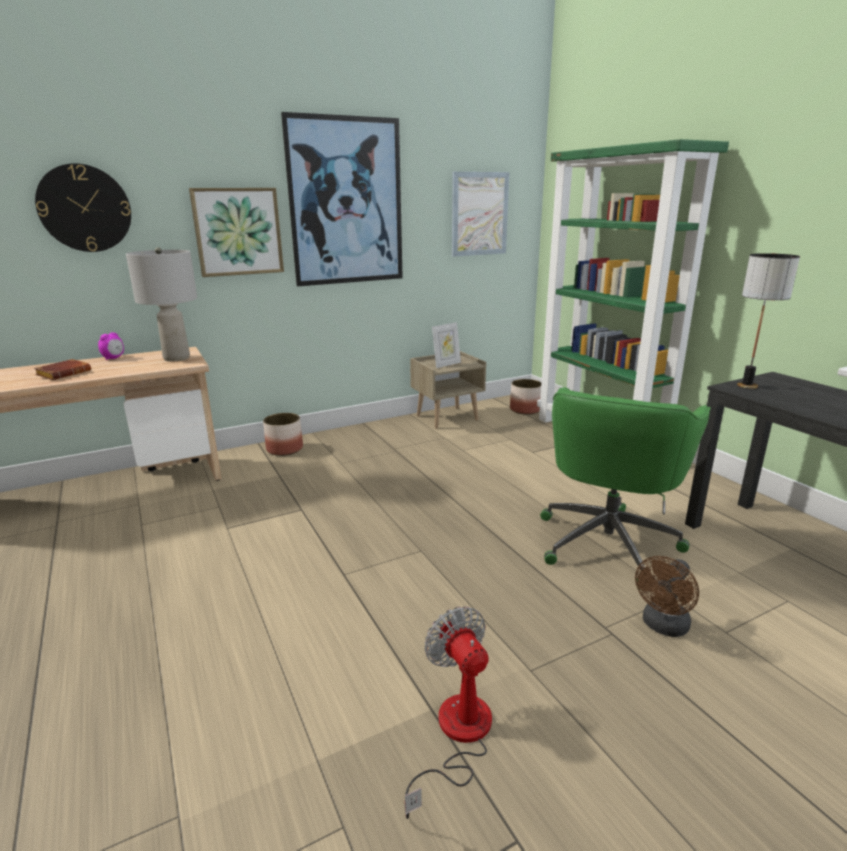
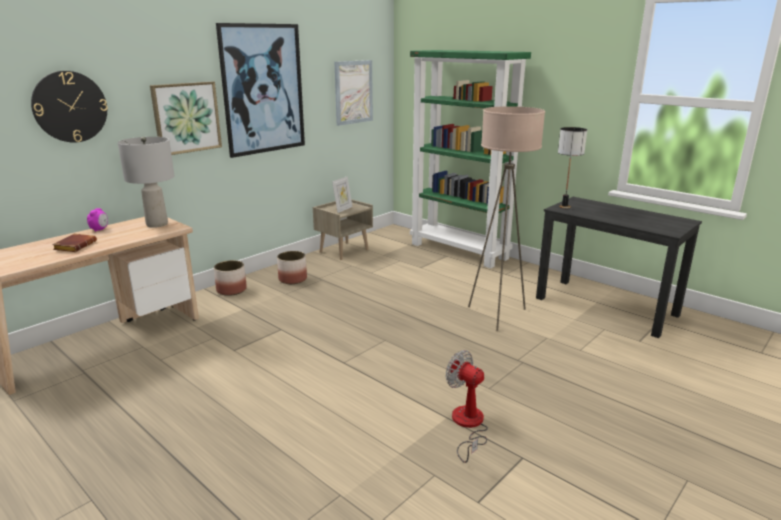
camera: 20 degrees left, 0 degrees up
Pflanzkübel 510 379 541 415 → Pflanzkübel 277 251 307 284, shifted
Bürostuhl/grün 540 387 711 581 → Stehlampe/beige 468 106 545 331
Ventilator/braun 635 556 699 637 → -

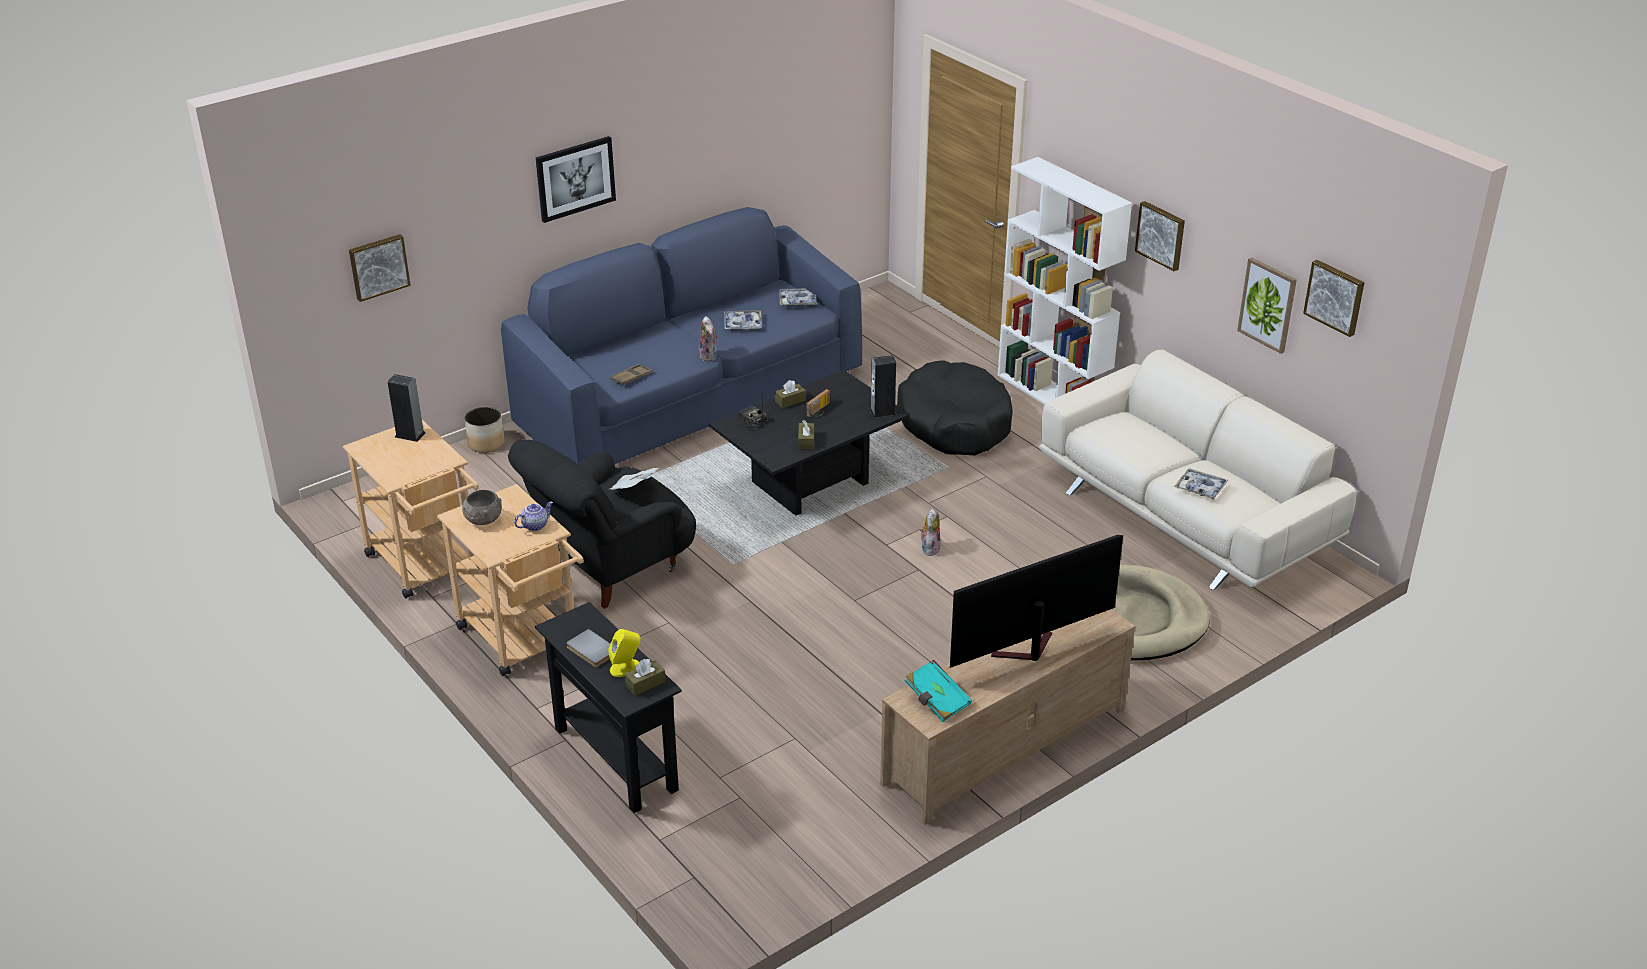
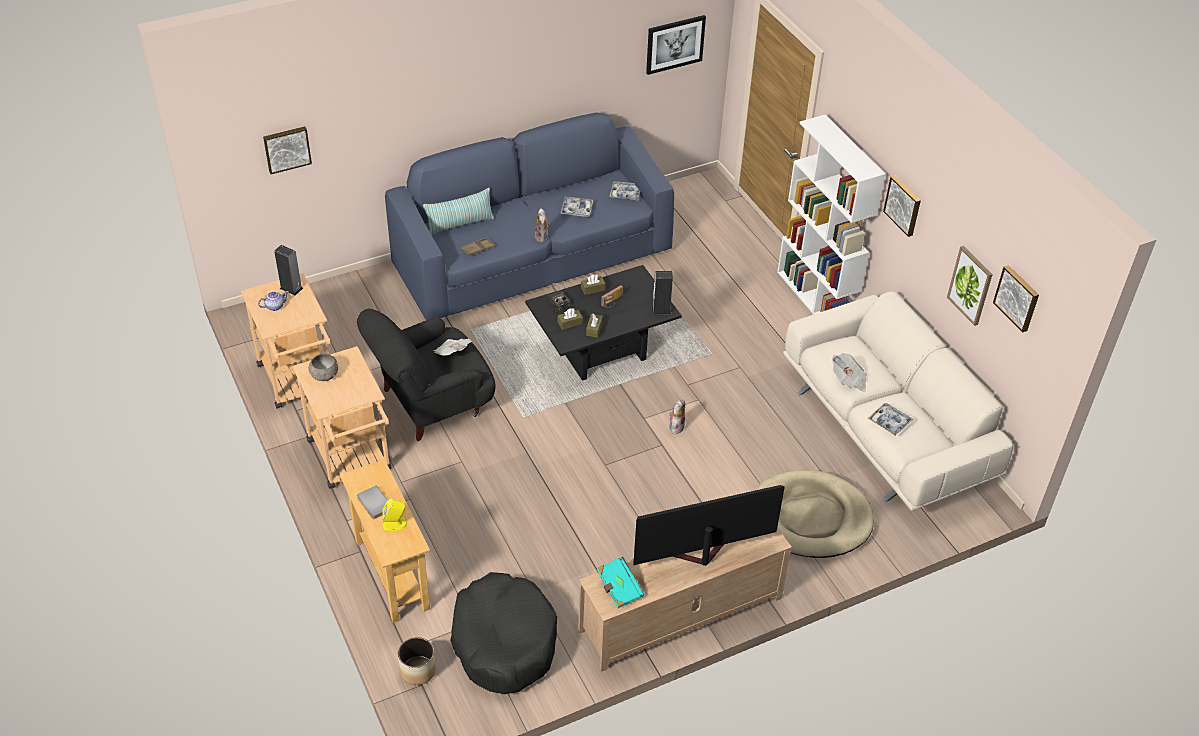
camera: 10 degrees right, 10 degrees up
Teekanne 514 501 553 531 → Teekanne 258 291 289 311, shifted
Konsolentisch/schwarz 535 602 682 813 → Konsolentisch/beige 340 460 430 623
Pflanzkübel 465 407 504 453 → Pflanzkübel 398 637 436 685, shifted
- → Kissen 423 188 494 235
Hundebett/schwarz 897 360 1013 455 → Hundebett/schwarz 450 572 557 694, shifted
Taschentuchbox/braun 624 659 666 695 → Taschentuchbox/braun 558 308 583 330, shifted
Bild 536 136 616 223 → Bild 646 15 706 75, shifted
- → Zeitung 832 353 867 392

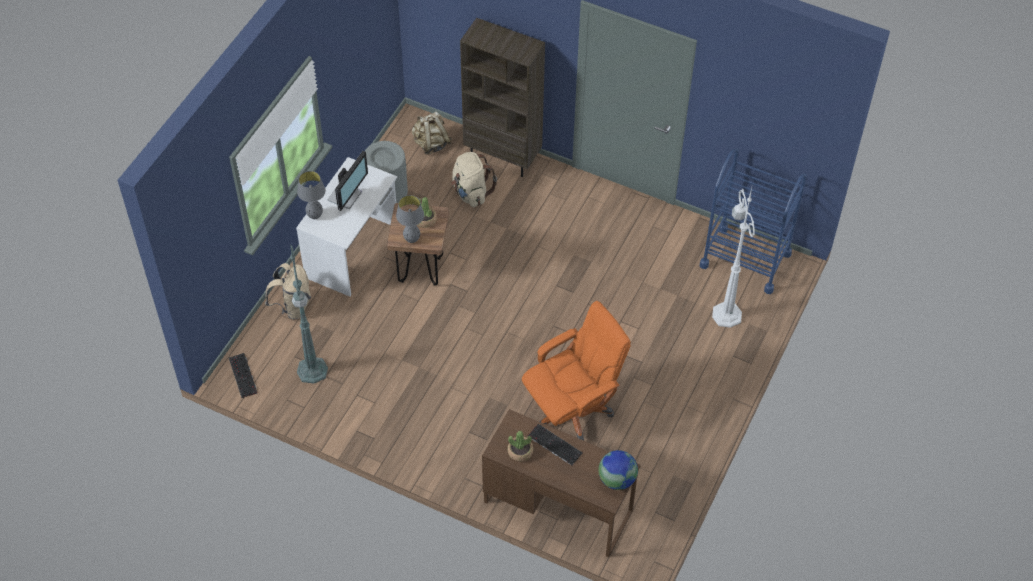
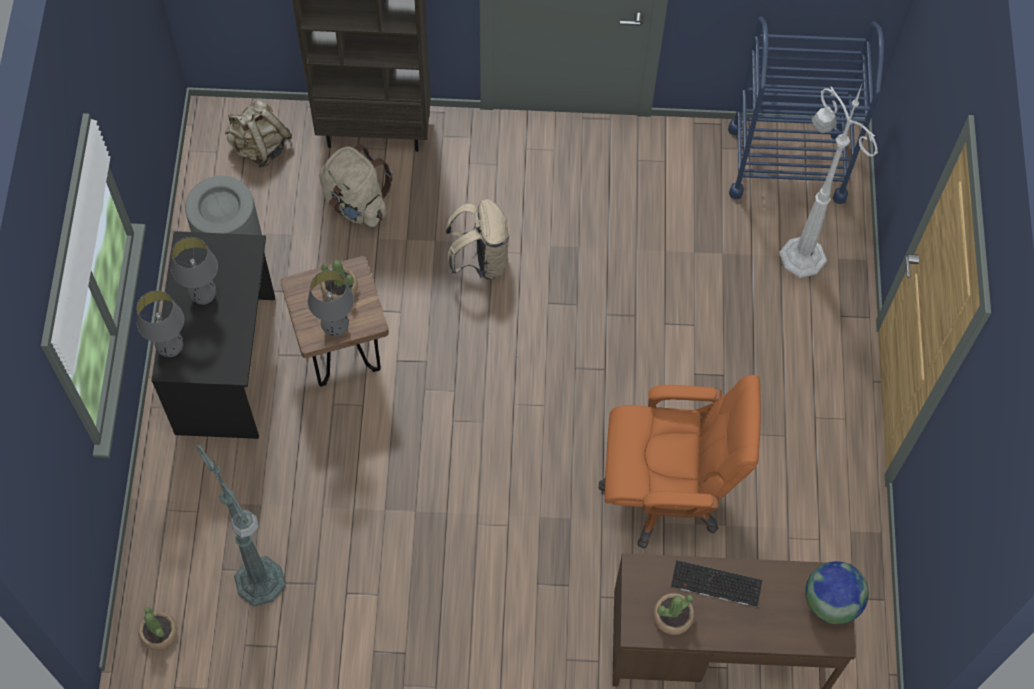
camera: 25 degrees left, 10 degrees up
Tastatur 229 353 257 398 → Topfpflanze 139 607 177 650
Schreibtisch/weiß 296 157 397 296 → Schreibtisch/schwarz 152 231 275 439
Monitor 328 151 368 211 → Tischlampe/grau 171 237 218 305
Rucksack/beige 265 263 311 319 → Rucksack/beige 445 199 509 280, shifted
Bürostuhl/orange 522 301 631 441 → Bürostuhl/orange 599 375 761 548, 60 degrees clockwise

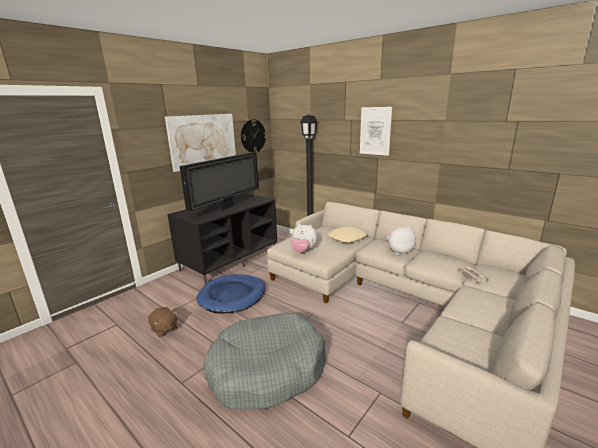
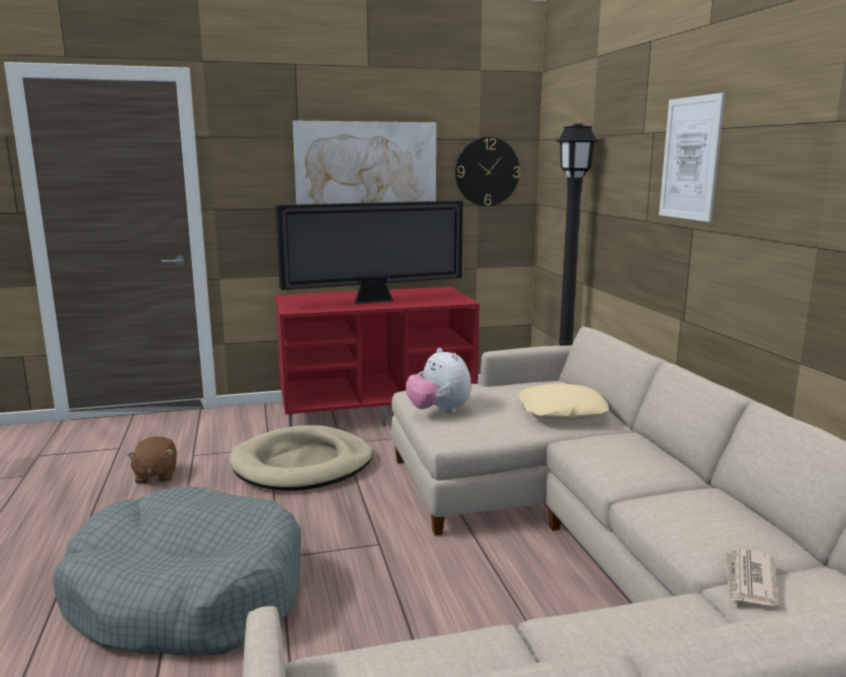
camera: 35 degrees right, 5 degrees down
Hundebett/blau 197 274 265 313 → Hundebett/beige 229 425 373 491
Fernsehschrank/schwarz 167 193 277 285 → Fernsehschrank/rot 275 287 479 427
Plüschtier 385 226 416 255 → -

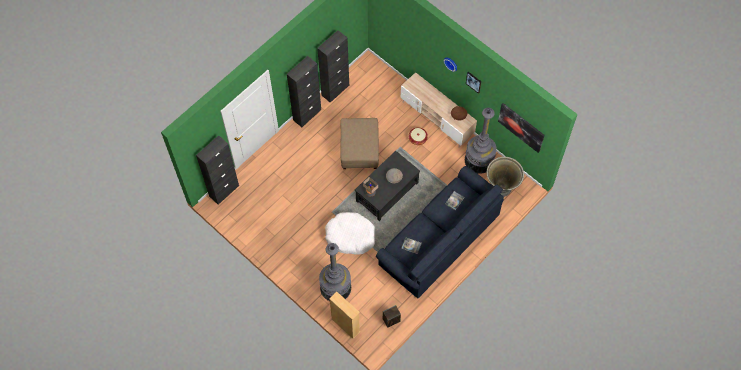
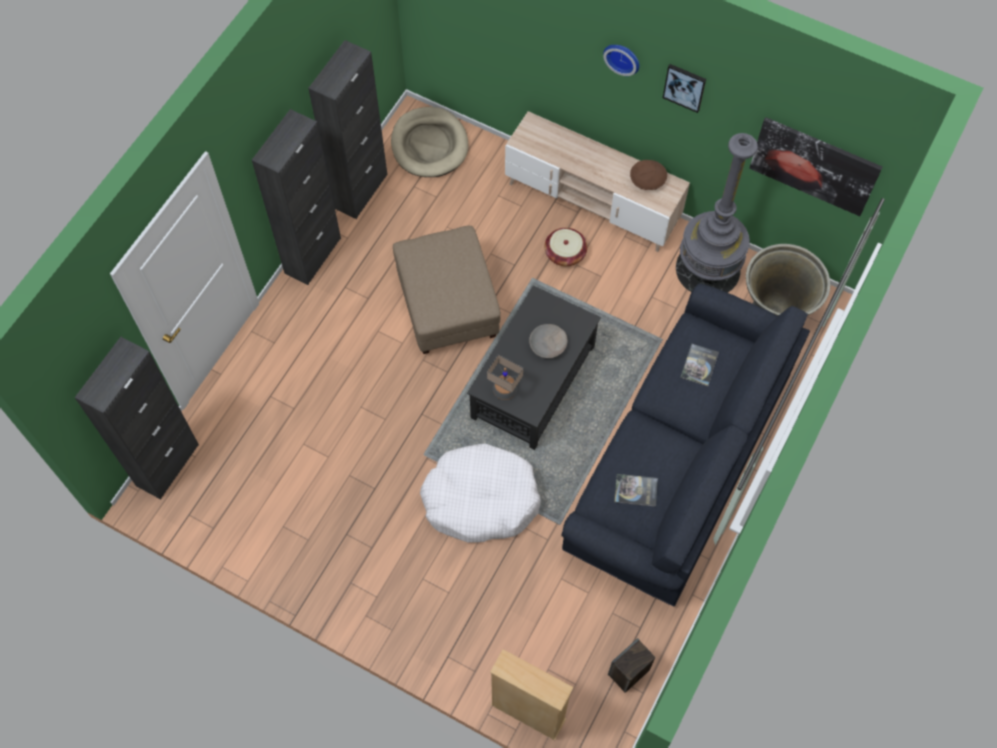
camera: 15 degrees left, 0 degrees up
- → Hundebett/beige 391 107 468 177
Stehlampe/grau 319 243 351 301 → -

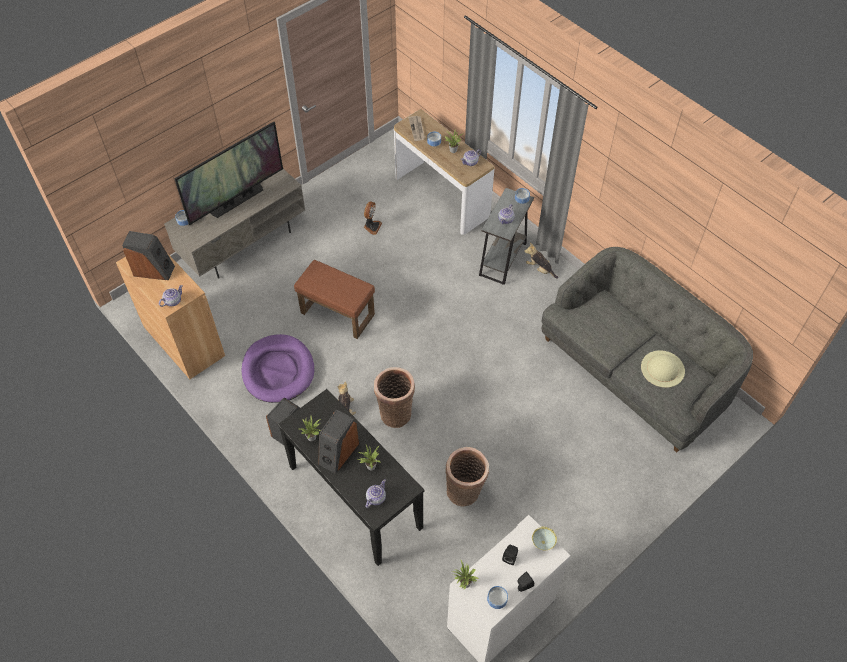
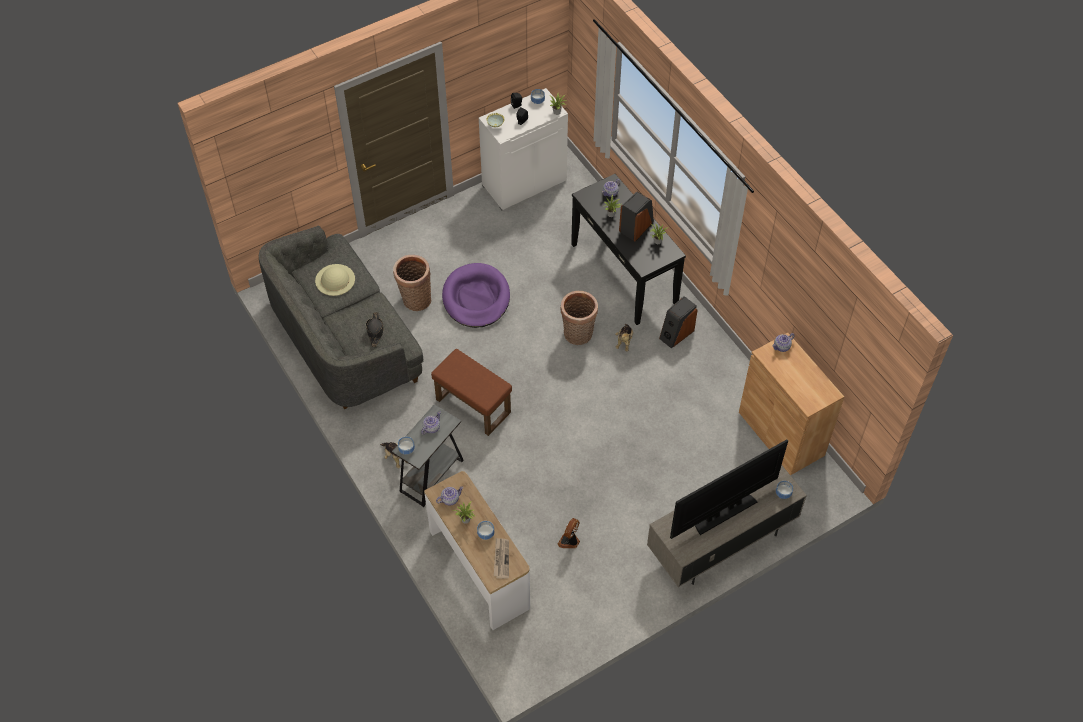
camera: 170 degrees left, 0 degrees up
- → Hut/schwarz 366 312 384 347
Korb 445 447 489 507 → Korb 393 255 431 311, shifted
Polsterhocker/braun 294 260 375 339 → Polsterhocker/braun 431 349 512 436, shifted
Hundebett/lila 241 334 314 403 → Hundebett/lila 442 263 510 328, shifted
Lautsprecher 122 231 175 280 → -

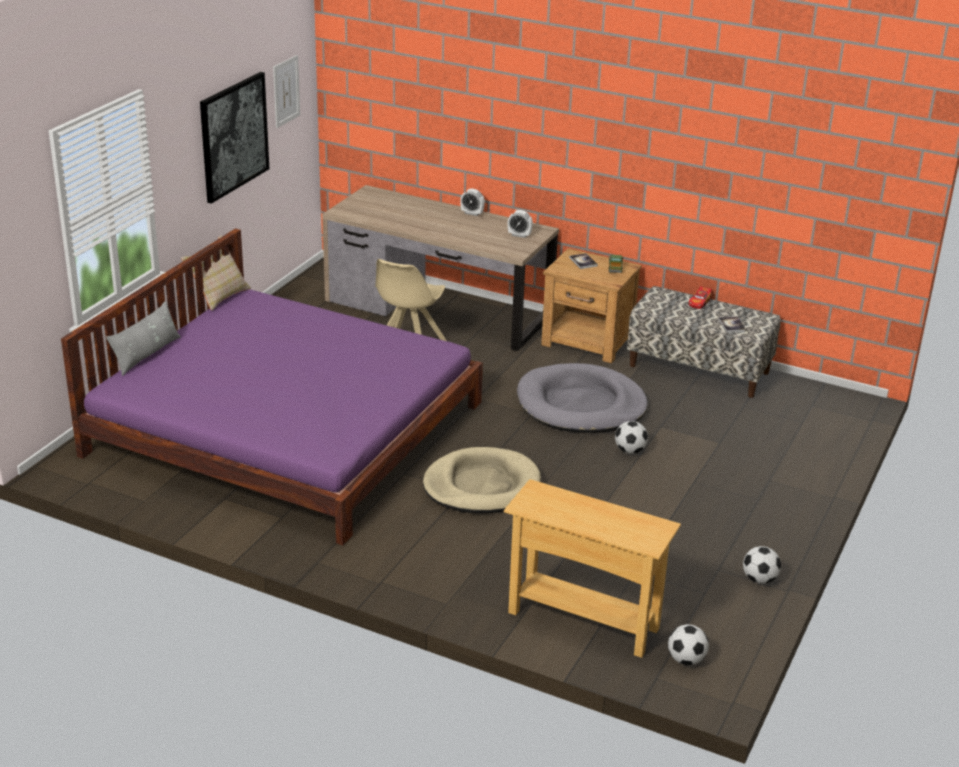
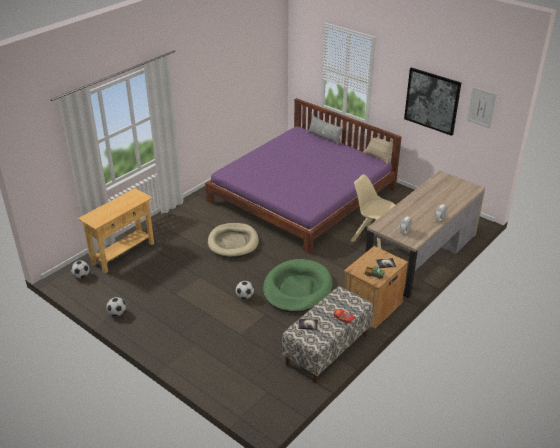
camera: 105 degrees right, 5 degrees up
Hundebett/grau 517 363 648 433 → Hundebett/grün 263 259 333 313

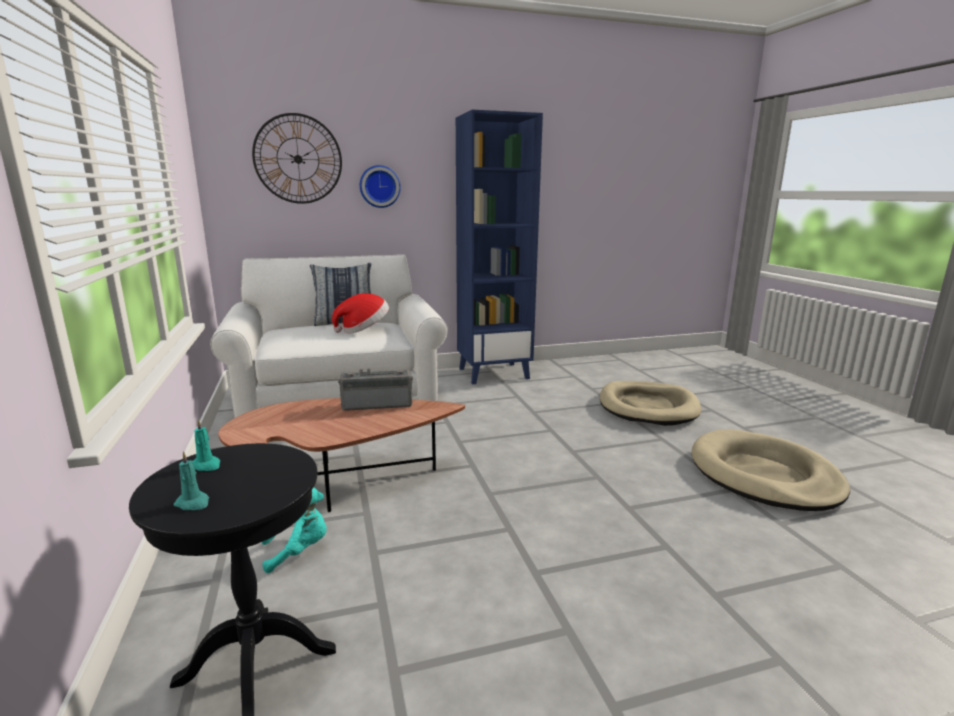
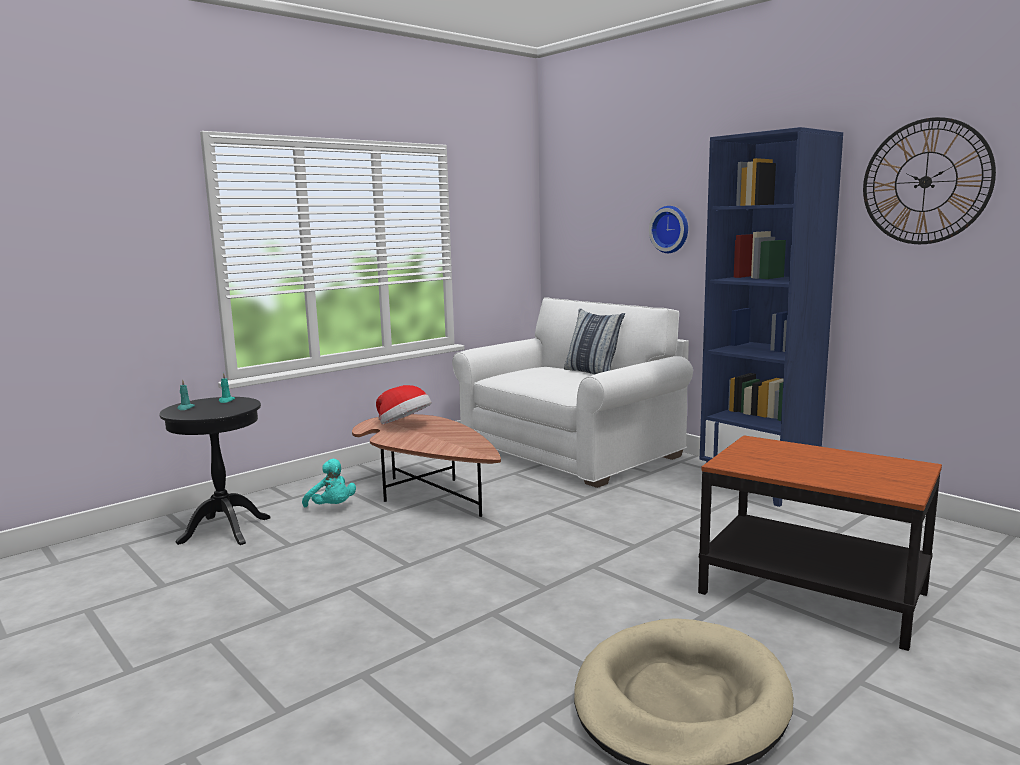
camera: 65 degrees right, 5 degrees down
Hut 332 293 389 333 → Hut 376 385 432 425, shifted
Hundebett/beige 600 381 701 426 → Beistelltisch 698 435 942 651
Wanduhr 252 113 342 204 → Wanduhr 863 117 996 244, shifted
Radio 338 368 413 411 → -

